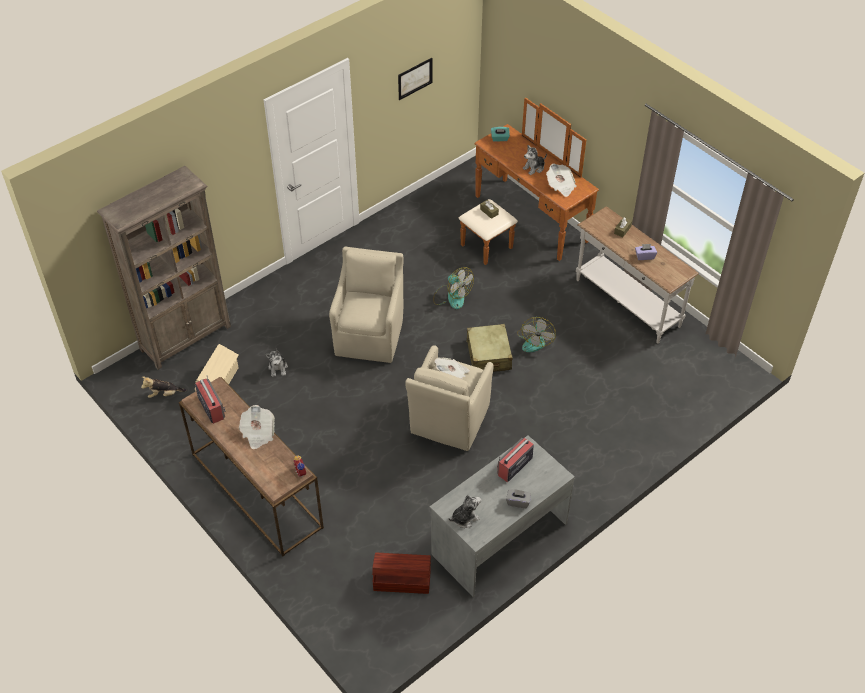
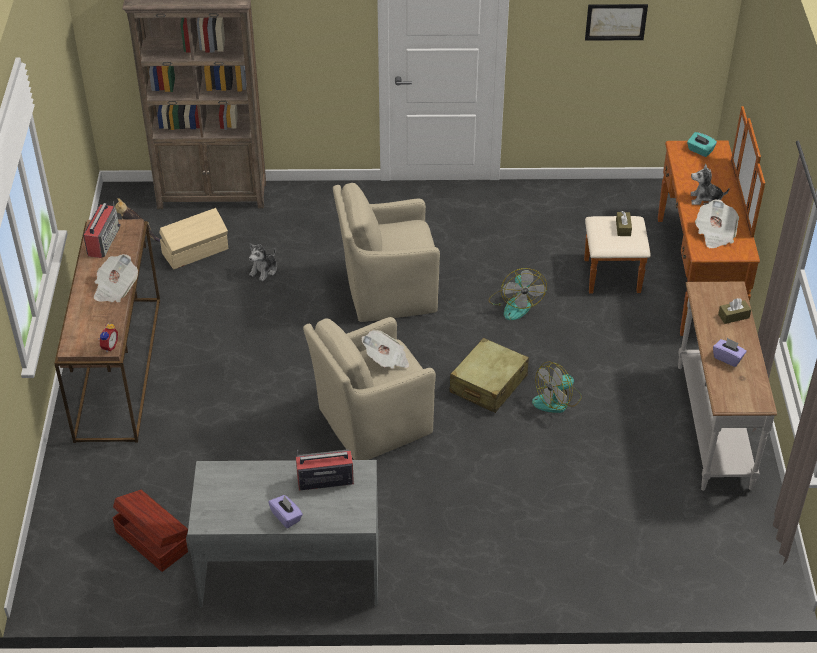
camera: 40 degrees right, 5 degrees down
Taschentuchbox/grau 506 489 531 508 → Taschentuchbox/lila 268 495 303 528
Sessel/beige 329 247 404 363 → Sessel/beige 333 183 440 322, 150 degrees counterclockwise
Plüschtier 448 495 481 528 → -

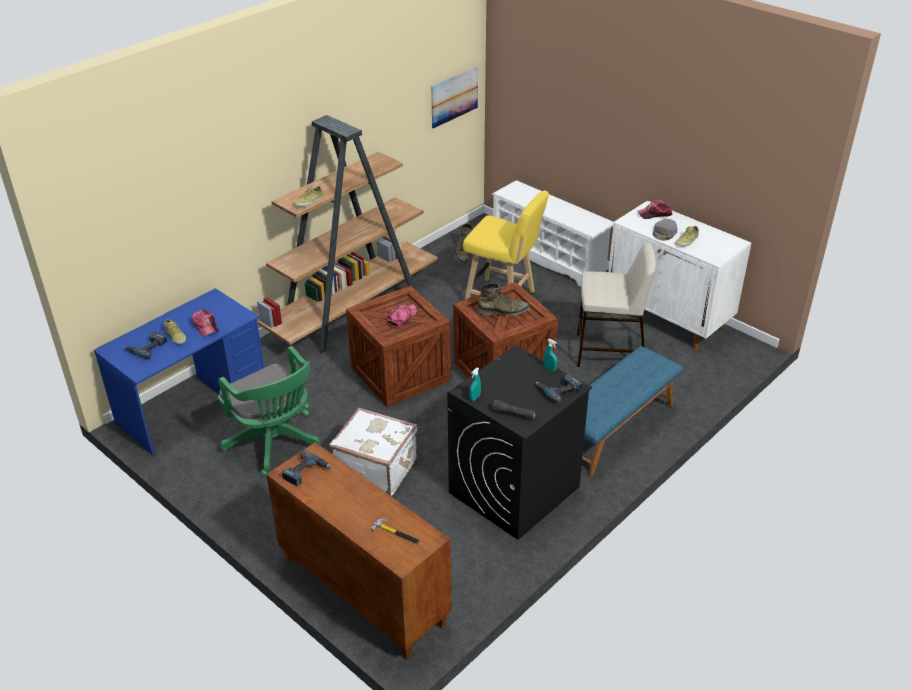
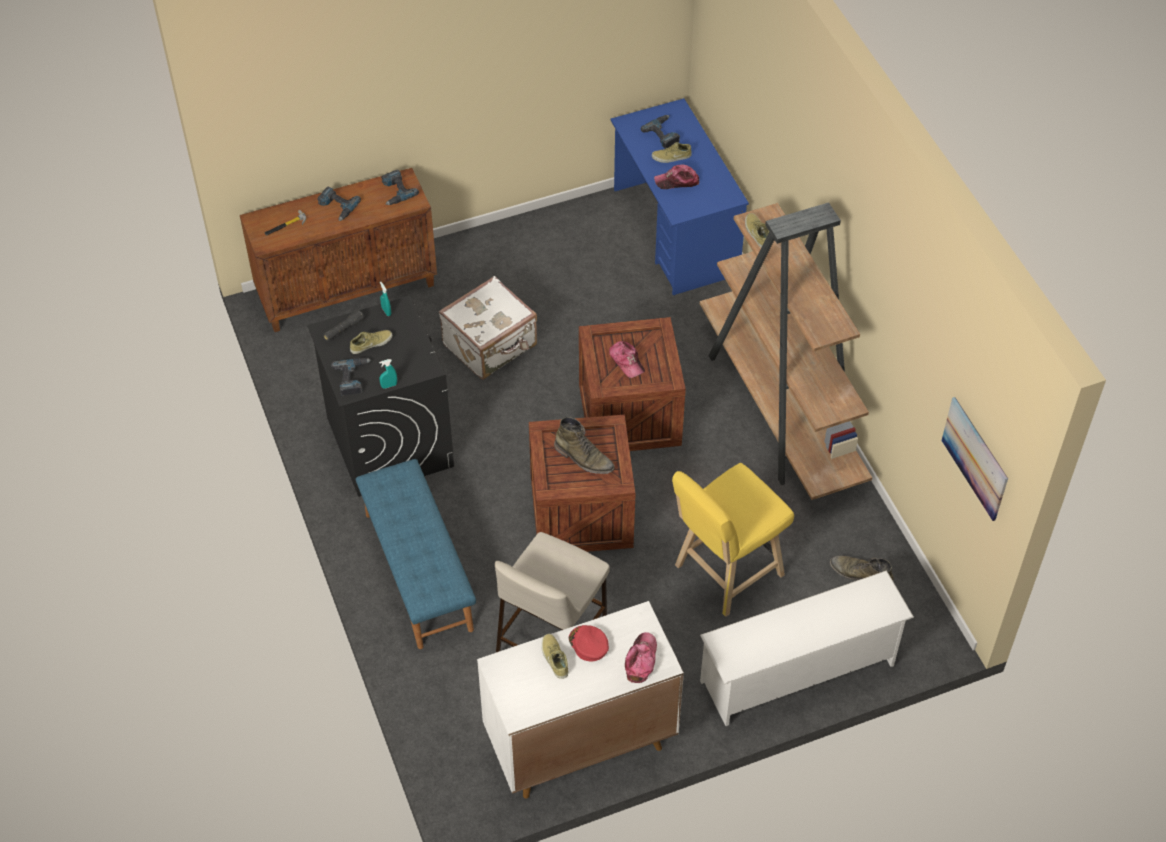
camera: 115 degrees right, 15 degrees up
- → Bohrmaschine 318 187 361 221
- → Schuh/beige 350 330 393 354
Stiefel/grün 477 283 530 316 → Stiefel/grün 554 417 615 474, 75 degrees counterclockwise
Kappe/grau 653 219 678 241 → Kappe/rot 569 625 609 661
Bürostuhl/grün 218 346 320 476 → -

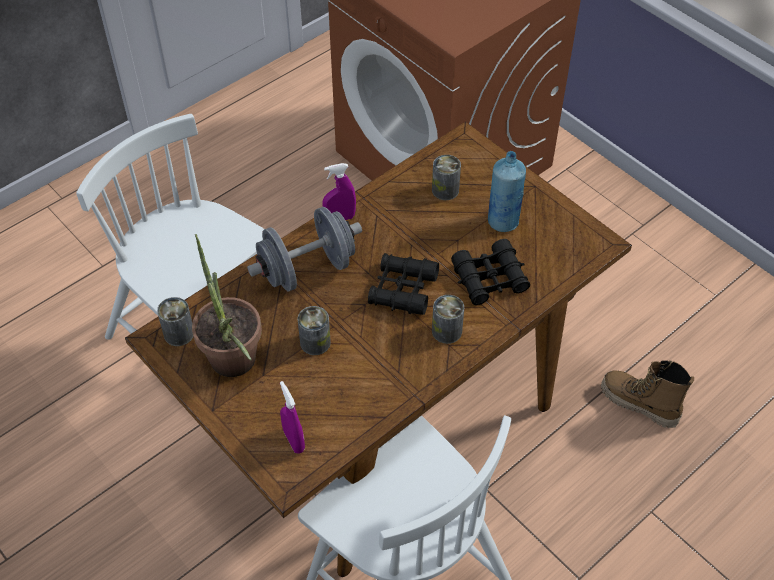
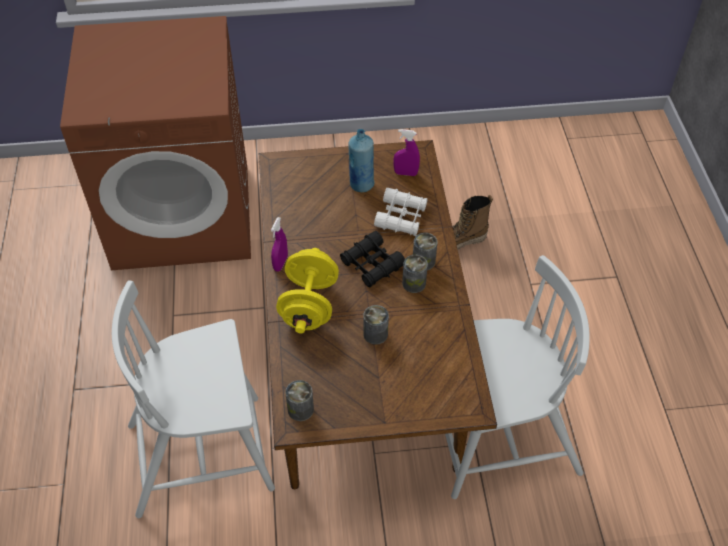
camera: 55 degrees left, 0 degrees up
Hantel/grau 247 207 362 292 → Hantel/gelb 276 248 339 333
Fernglas/schwarz 451 239 530 305 → Fernglas/weiß 374 188 428 236
Sprühflasche/lila 280 381 305 454 → Sprühflasche/lila 394 129 420 176, shifted
Dose 432 155 461 200 → Dose 402 255 428 293, shifted
Topfpflanze 192 234 262 377 → -

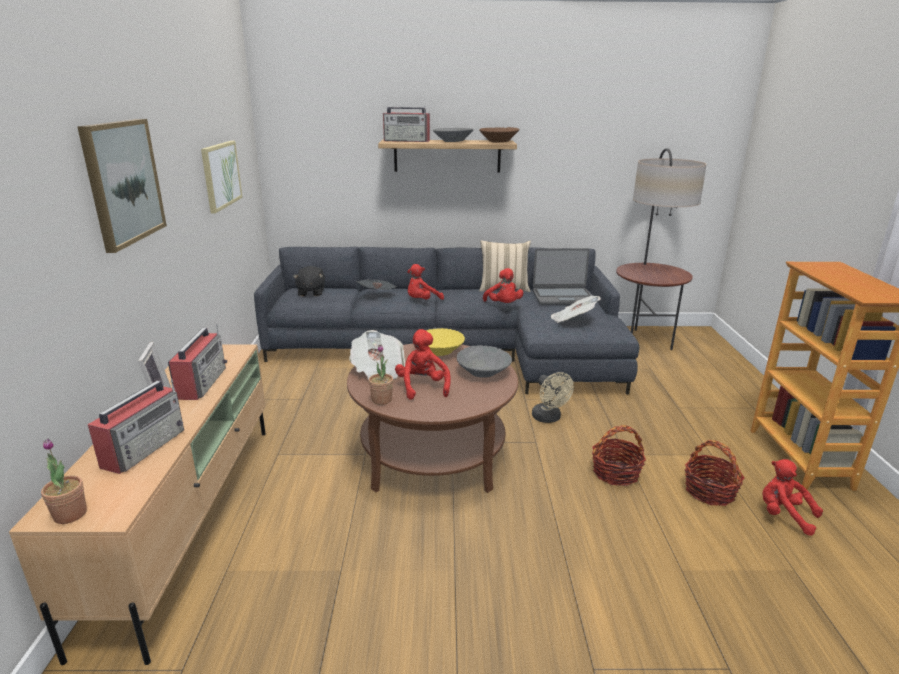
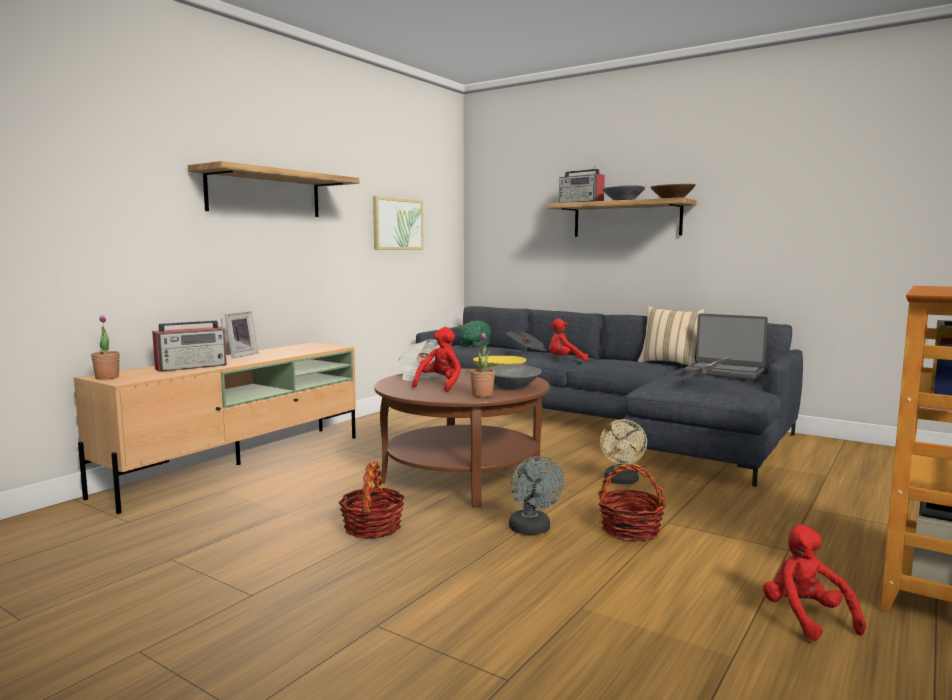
camera: 35 degrees right, 15 degrees down
Bild 77 119 167 253 → Wandregal 188 161 359 217
Korb 685 440 745 506 → Korb 339 461 405 539, shifted
Plüschtier/schwarz 293 266 325 296 → Plüschtier/grün 457 321 491 348
Topfpflanze 369 345 393 405 → Topfpflanze 470 333 495 397, shifted
- → Ventilator/grau 509 456 564 535
Radio 168 324 227 400 → -
Plüschtier/rot 483 268 523 303 → -
Stehlampe 616 148 707 350 → -

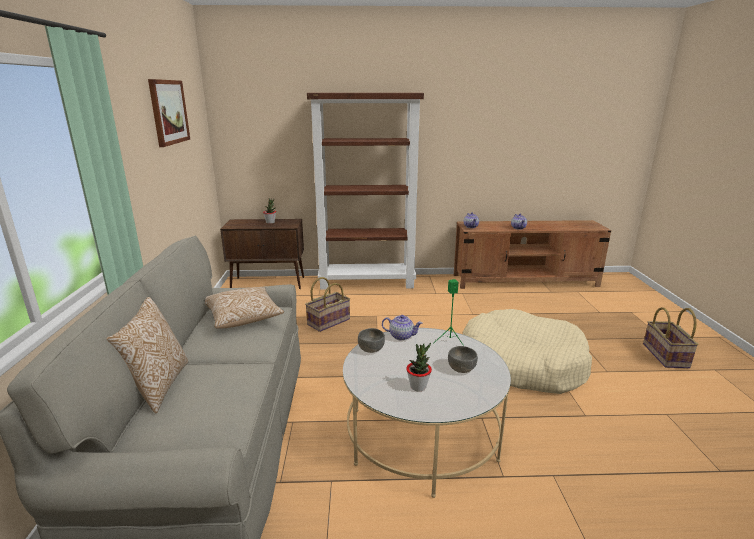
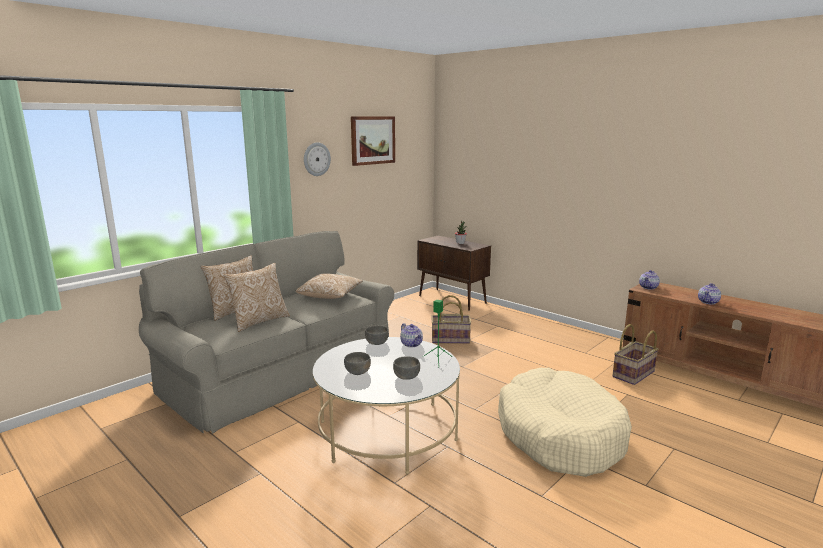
camera: 45 degrees right, 5 degrees down
- → Kissen 223 263 290 332
- → Wanduhr 304 142 331 176
Topfpflanze 406 343 432 391 → Schüssel/grau 344 352 371 375
Korb 643 307 699 368 → Korb 612 324 659 385, shifted
Bücherregal/braun 307 93 424 290 → -

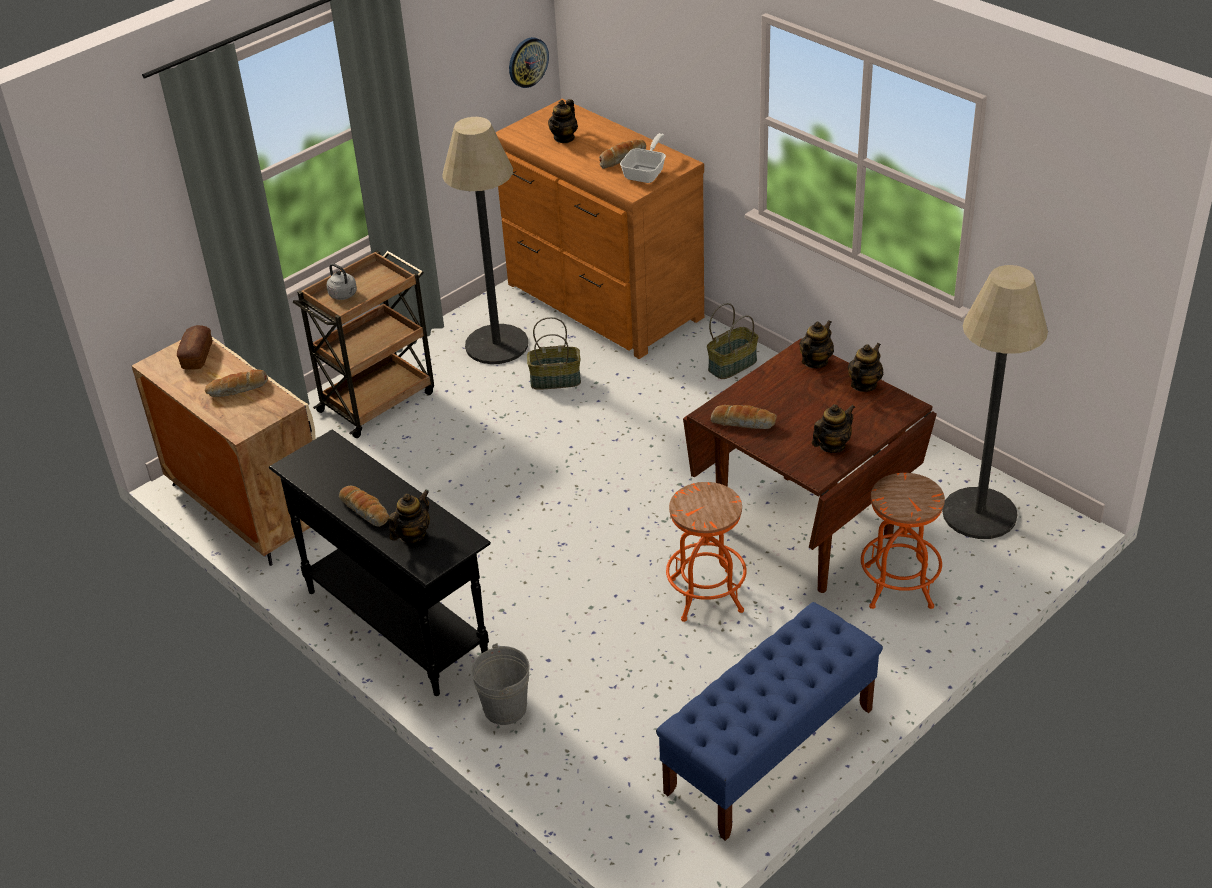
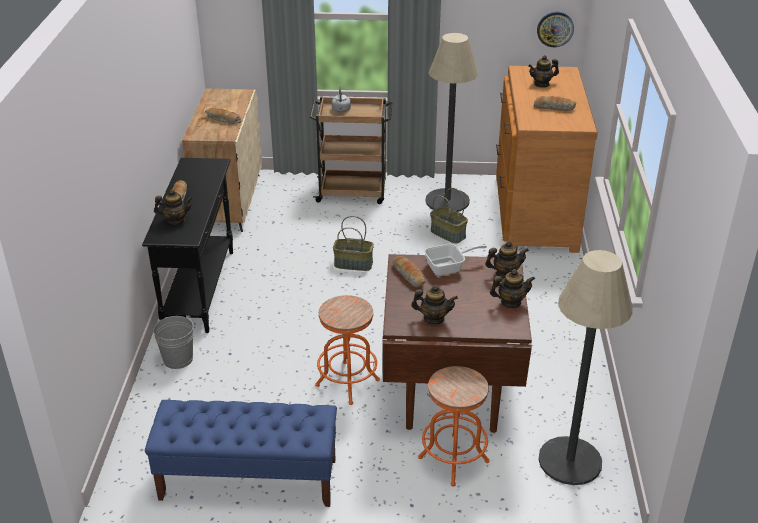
camera: 45 degrees right, 5 degrees down
Korb 707 303 759 379 → Korb 333 216 374 271, shifted
Pfanne 620 133 666 183 → Pfanne 424 243 487 276, shifted
Brot 177 325 212 370 → -

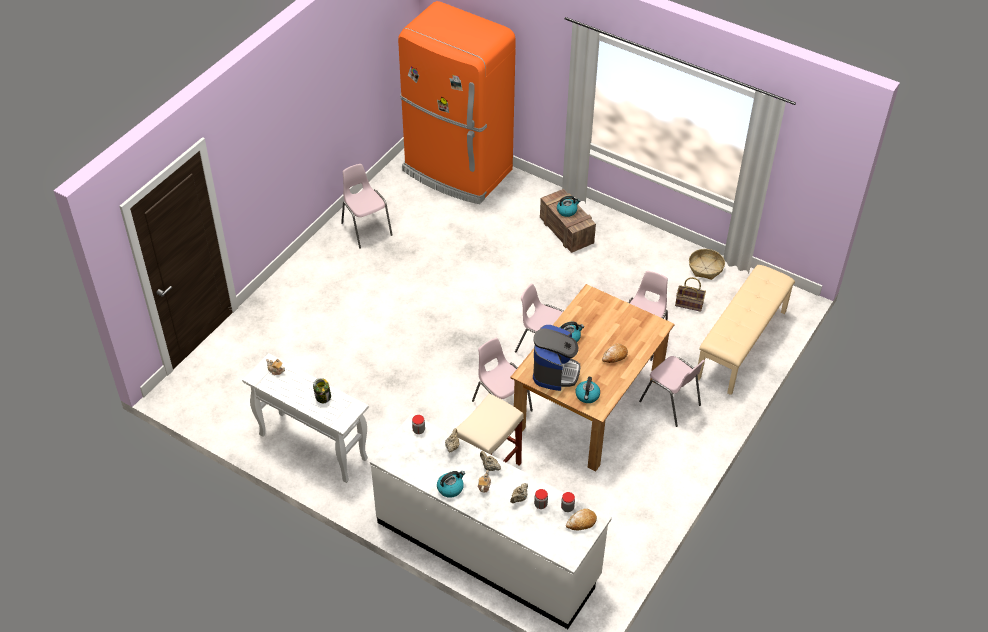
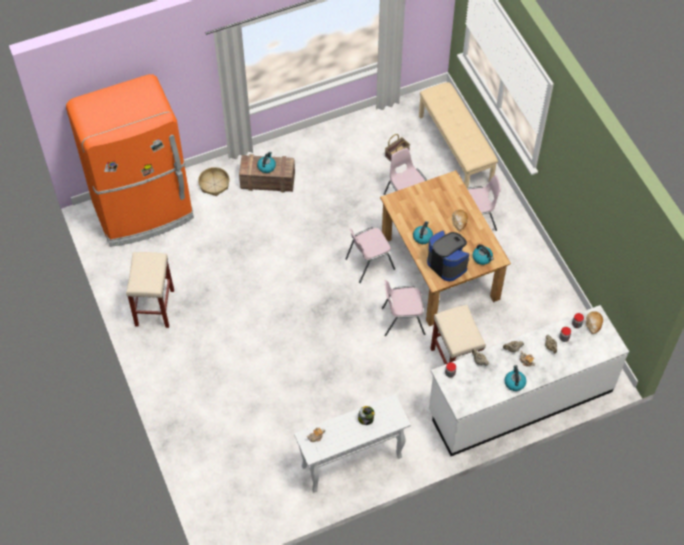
camera: 55 degrees left, 10 degrees up
Stuhl/rosa 341 164 392 249 → Hocker/beige 126 252 174 328
Korb 689 249 725 280 → Korb 198 167 230 196, shifted

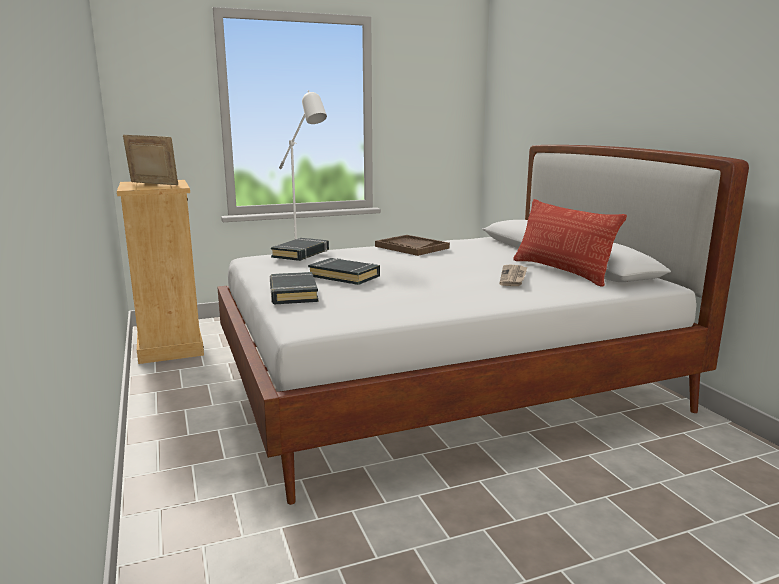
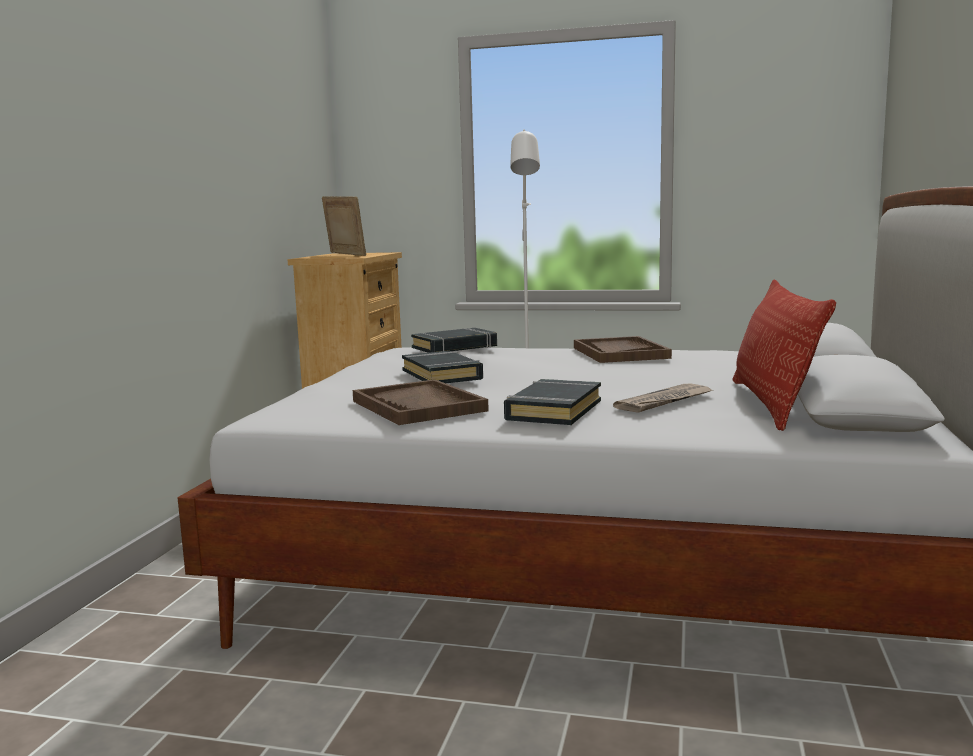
camera: 35 degrees right, 5 degrees down
- → Tablett/braun 353 379 489 425
Buch/schwarz 270 272 318 304 → Buch/schwarz 504 379 601 425, shifted

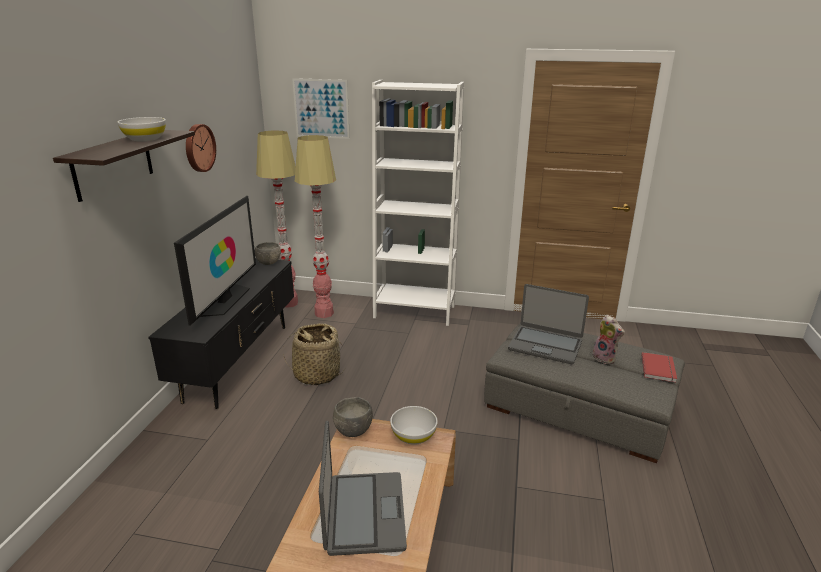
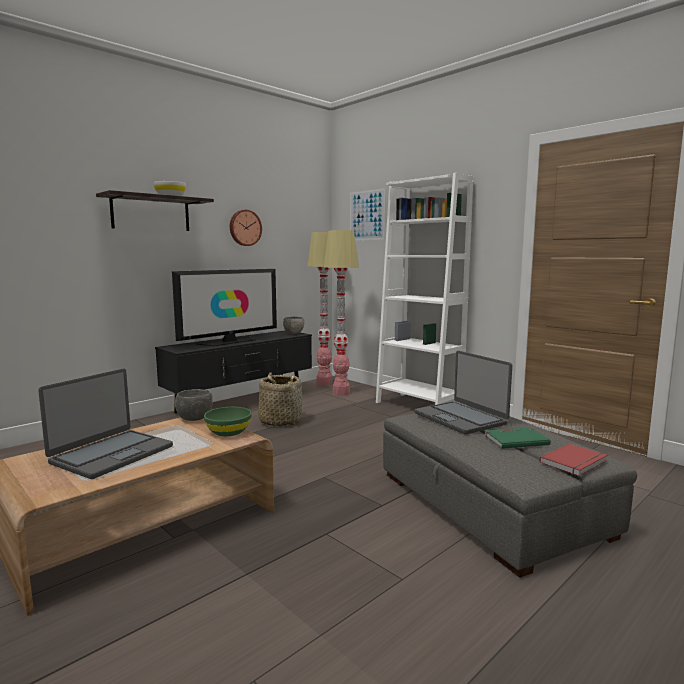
camera: 35 degrees right, 15 degrees down
Schüssel/weiß 390 406 438 445 → Schüssel/grün 204 407 252 436
Plüschtier 592 315 625 364 → Buch/grün 484 427 551 449

